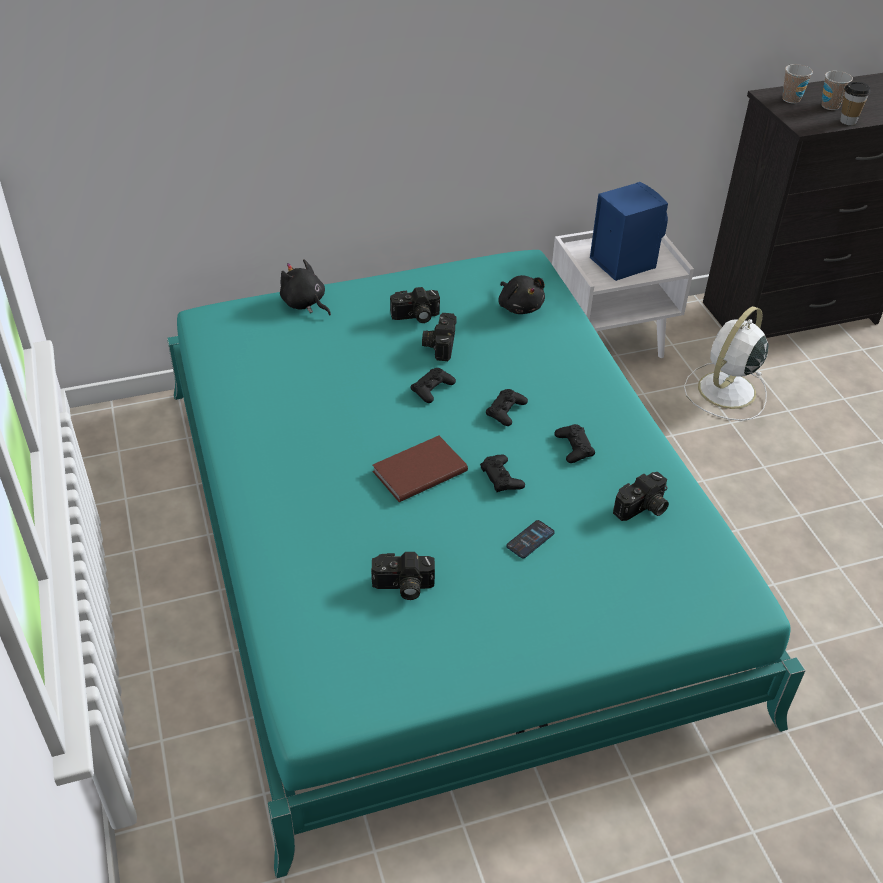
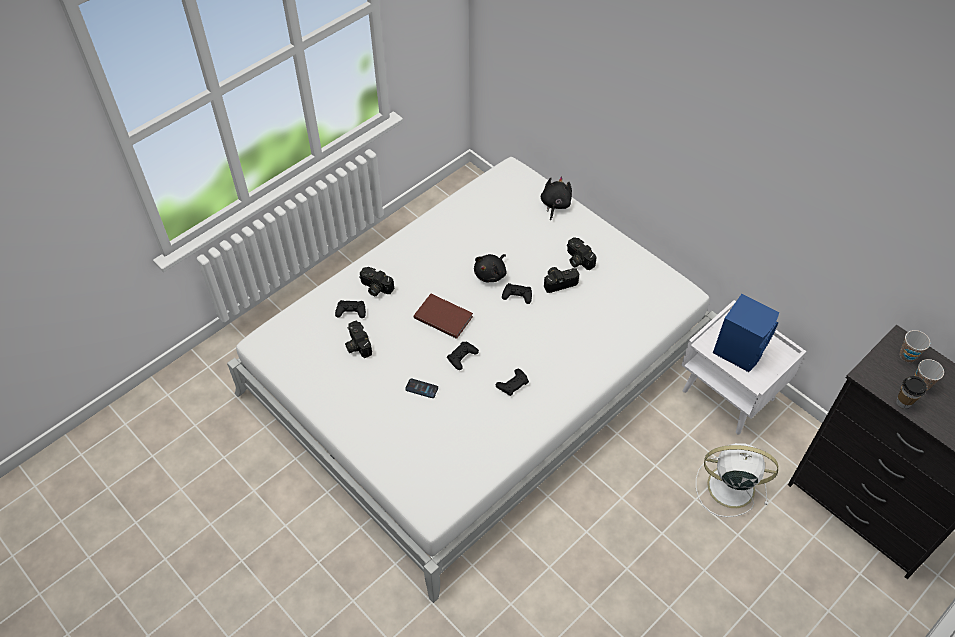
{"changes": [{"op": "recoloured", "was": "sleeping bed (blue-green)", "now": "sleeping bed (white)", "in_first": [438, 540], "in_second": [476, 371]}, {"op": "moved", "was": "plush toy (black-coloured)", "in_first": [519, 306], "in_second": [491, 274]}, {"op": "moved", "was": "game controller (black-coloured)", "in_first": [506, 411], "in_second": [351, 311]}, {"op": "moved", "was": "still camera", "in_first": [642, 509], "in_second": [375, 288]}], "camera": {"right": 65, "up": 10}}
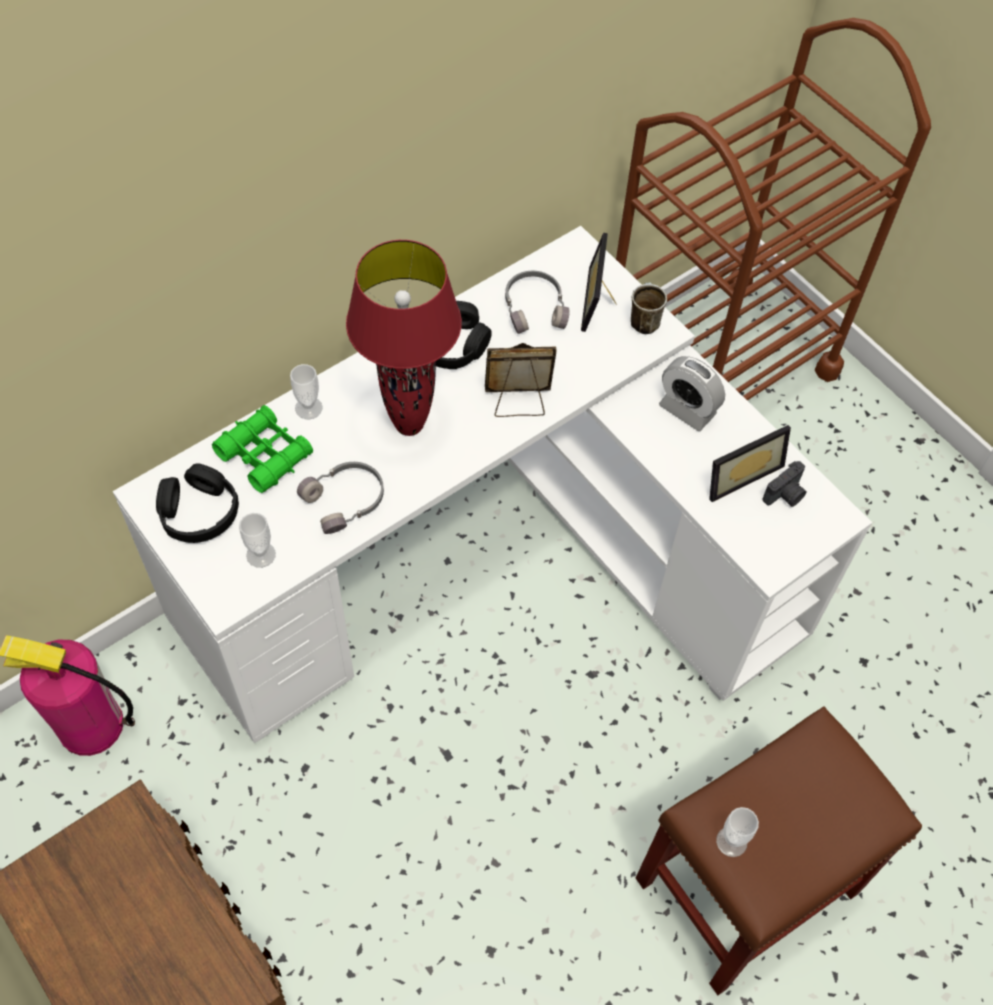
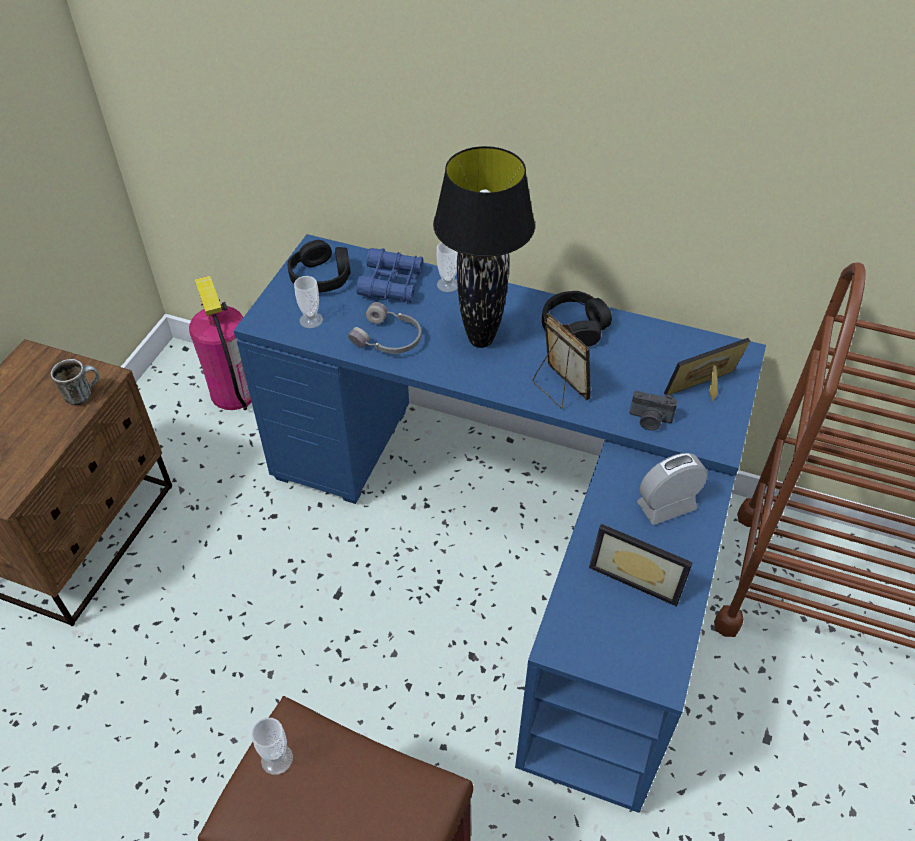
{"changes": [{"op": "recoloured", "was": "desk (white)", "now": "desk (blue)", "in_first": [493, 559], "in_second": [519, 536]}, {"op": "recoloured", "was": "table lamp (red)", "now": "table lamp (black-coloured)", "in_first": [409, 424], "in_second": [481, 339]}, {"op": "removed", "was": "headset (grey)", "in_first": [535, 307]}, {"op": "moved", "was": "coffee mug", "in_first": [643, 320], "in_second": [83, 394]}, {"op": "turned", "was": "bedside clock", "in_first": [687, 409], "in_second": [666, 506], "clockwise": 60}, {"op": "recoloured", "was": "binoculars (greenish)", "now": "binoculars (blue)", "in_first": [264, 455], "in_second": [391, 283]}, {"op": "moved", "was": "still camera", "in_first": [785, 495], "in_second": [650, 420]}], "camera": {"right": 60, "up": -10}}
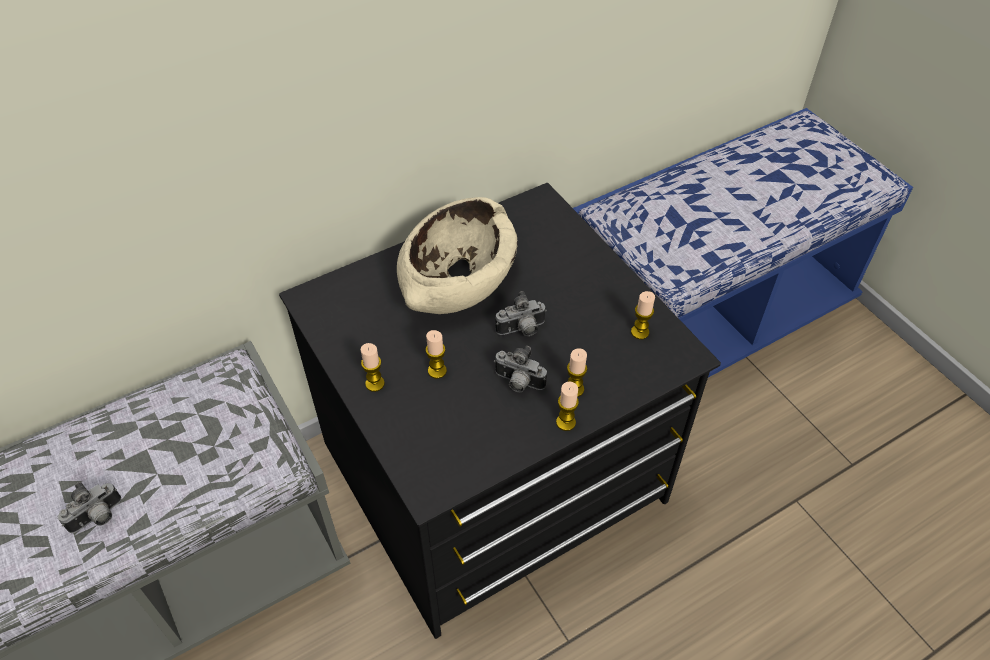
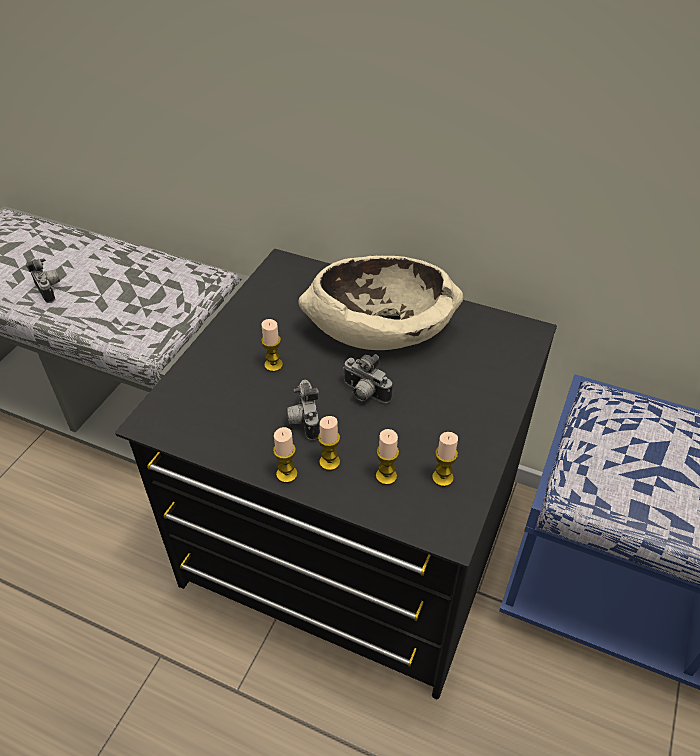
{"changes": [{"op": "moved", "was": "wax candle", "in_first": [375, 383], "in_second": [386, 476]}, {"op": "turned", "was": "still camera", "in_first": [98, 518], "in_second": [50, 290], "clockwise": -135}], "camera": {"right": 55, "up": -5}}
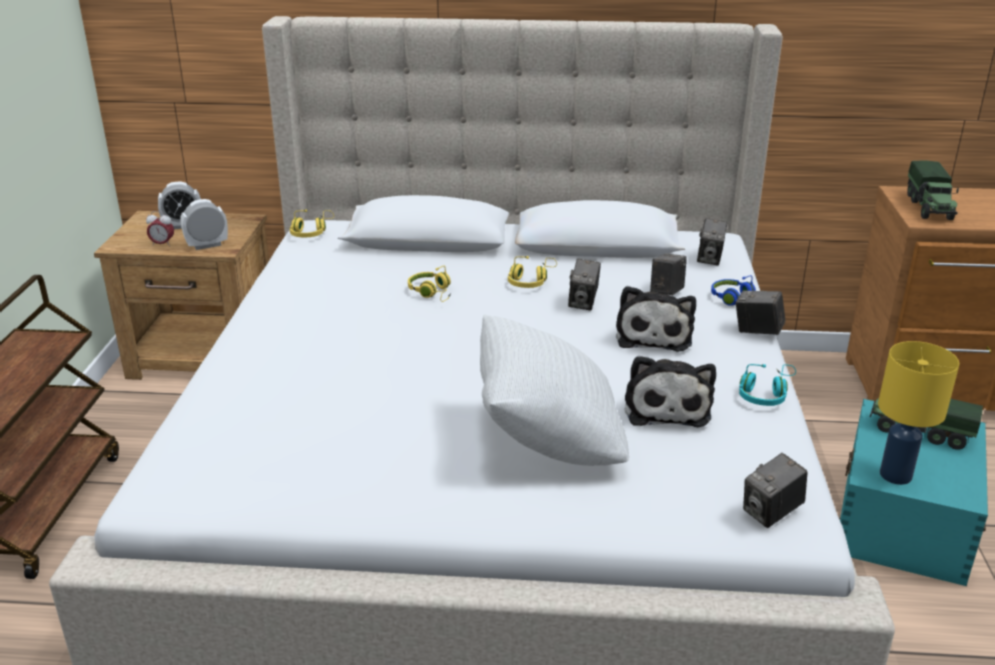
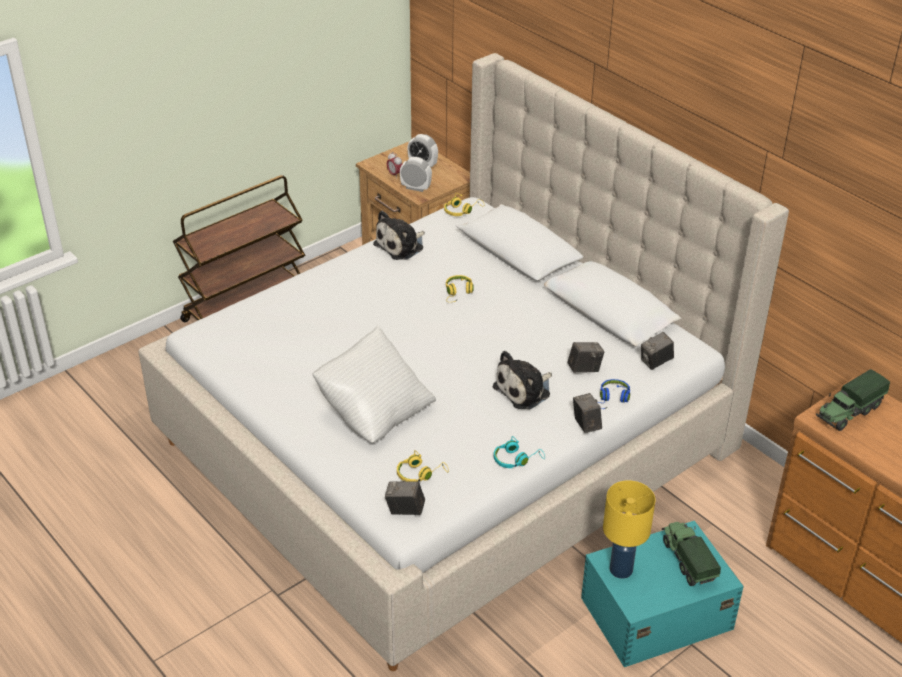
{"changes": [{"op": "moved", "was": "headset (yellowish)", "in_first": [531, 281], "in_second": [420, 474]}, {"op": "removed", "was": "still camera", "in_first": [583, 303]}, {"op": "moved", "was": "plush toy", "in_first": [666, 407], "in_second": [401, 246]}], "camera": {"right": 45, "up": 10}}
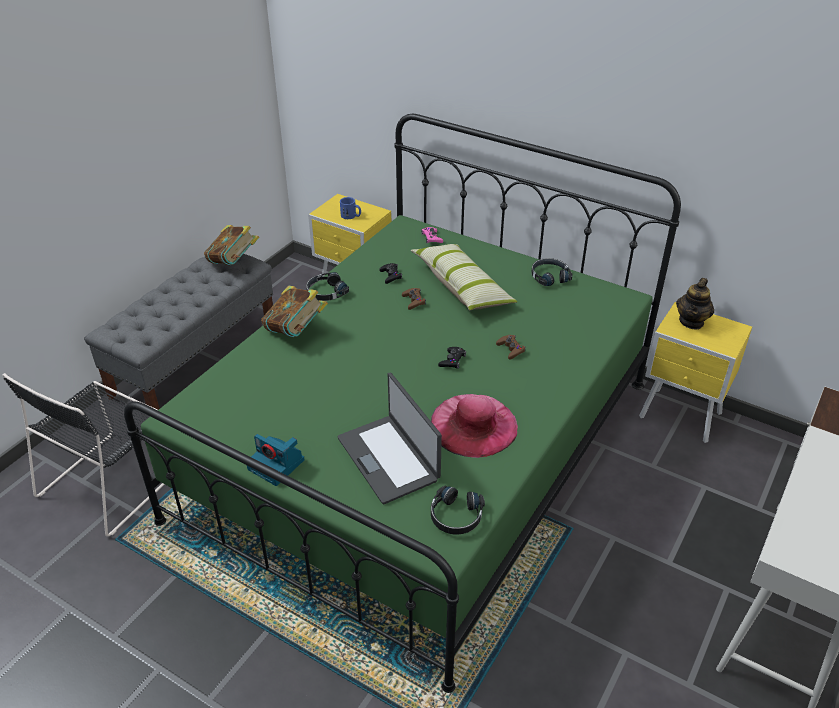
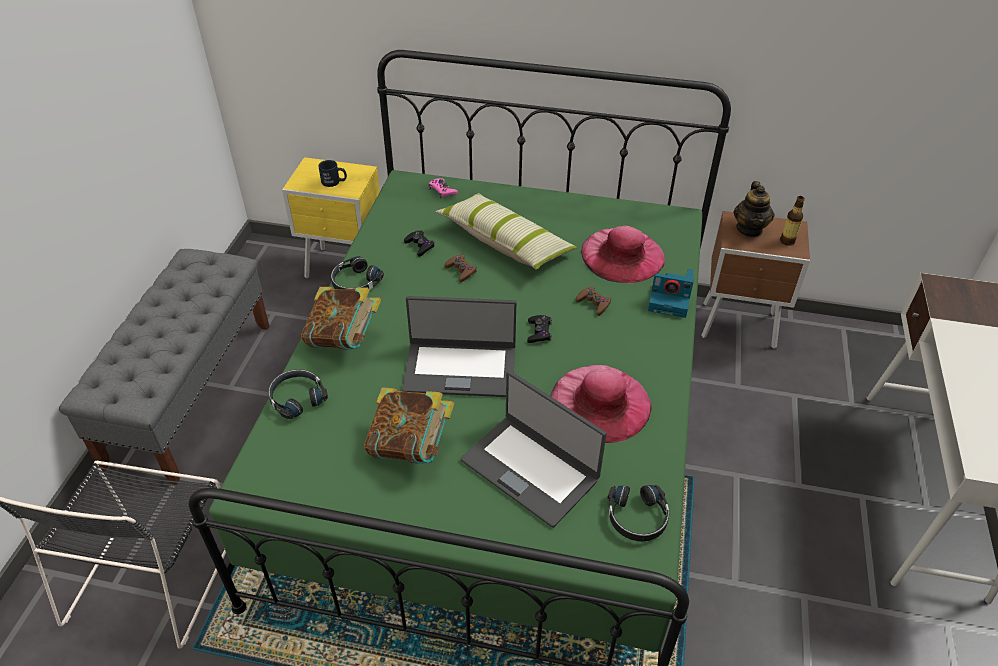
{"changes": [{"op": "recoloured", "was": "coffee mug (blue)", "now": "coffee mug (black-coloured)", "in_first": [351, 216], "in_second": [334, 182]}, {"op": "moved", "was": "book", "in_first": [234, 262], "in_second": [411, 446]}, {"op": "moved", "was": "headset (black-coloured)", "in_first": [549, 276], "in_second": [297, 398]}, {"op": "recoloured", "was": "night table (yellowish)", "now": "night table (brownish)", "in_first": [681, 417], "in_second": [740, 327]}, {"op": "moved", "was": "still camera", "in_first": [277, 465], "in_second": [670, 300]}, {"op": "added", "now": "bottle", "in_second": [787, 241]}, {"op": "added", "now": "clothing hat (pinkish)", "in_second": [622, 255]}, {"op": "added", "now": "laptop", "in_second": [460, 368]}], "camera": {"right": -20, "up": 5}}
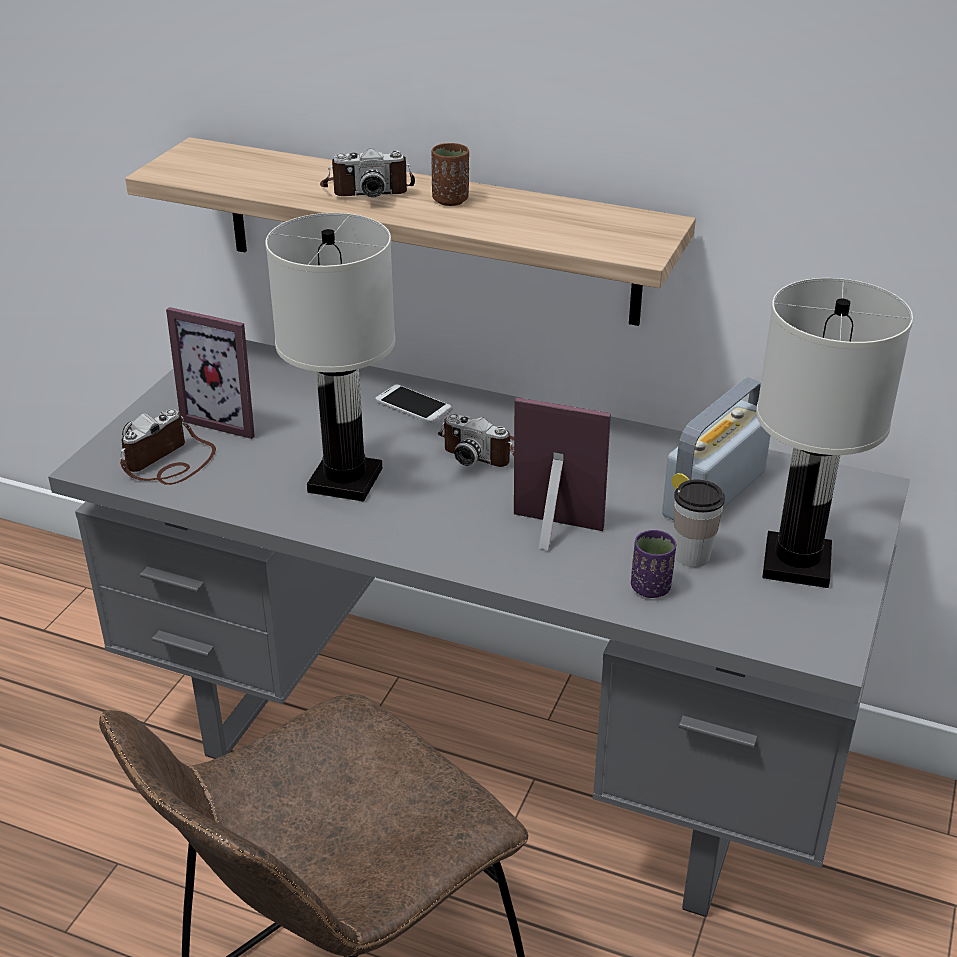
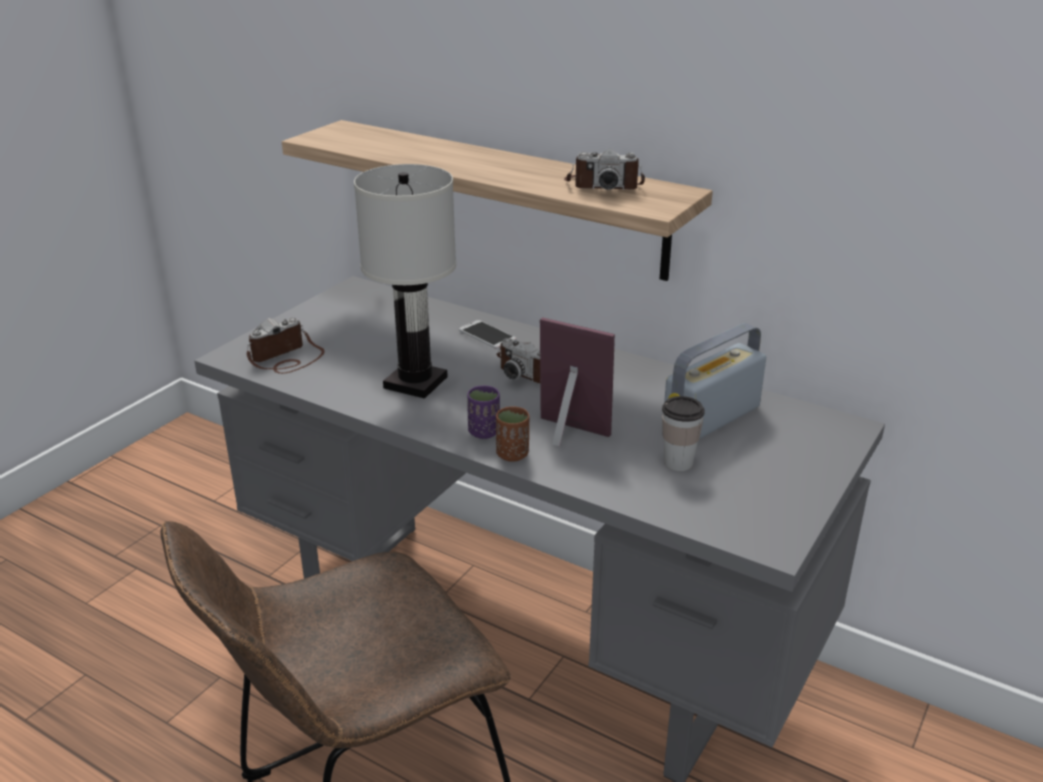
{"changes": [{"op": "moved", "was": "cup (brownish)", "in_first": [450, 200], "in_second": [512, 454]}, {"op": "moved", "was": "still camera", "in_first": [367, 189], "in_second": [603, 185]}, {"op": "removed", "was": "table lamp (white)", "in_first": [795, 564]}, {"op": "removed", "was": "picture frame", "in_first": [228, 418]}, {"op": "moved", "was": "cup (purple-coloured)", "in_first": [650, 588], "in_second": [484, 432]}], "camera": {"right": 10, "up": -5}}
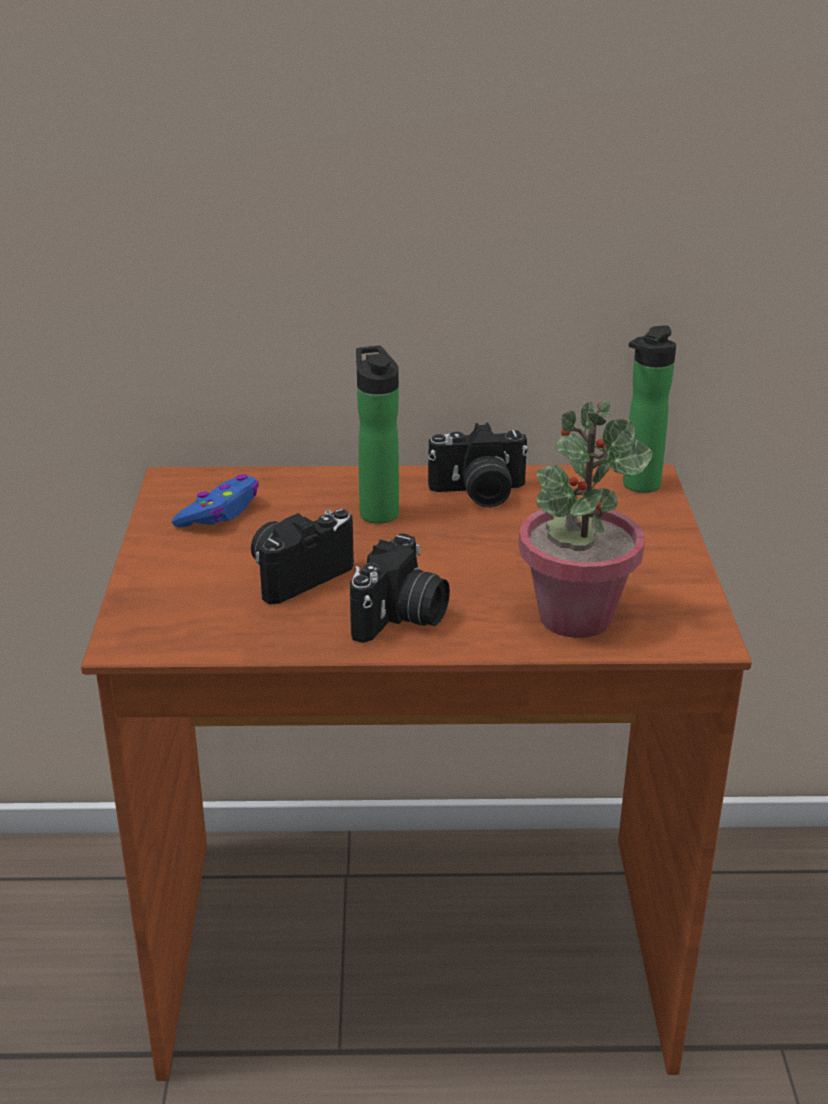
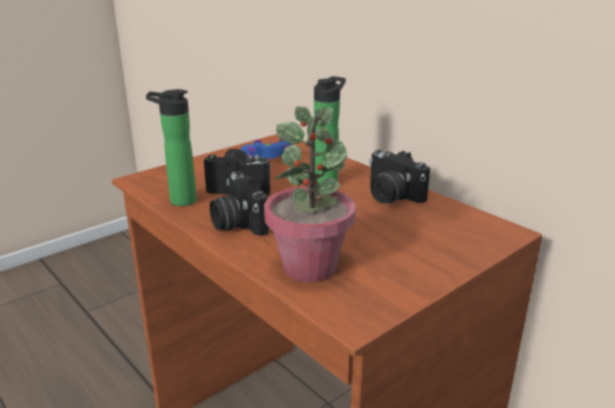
{"changes": [{"op": "moved", "was": "bottle", "in_first": [638, 487], "in_second": [179, 201]}, {"op": "turned", "was": "still camera", "in_first": [401, 618], "in_second": [237, 223], "clockwise": 75}], "camera": {"right": 50, "up": -5}}
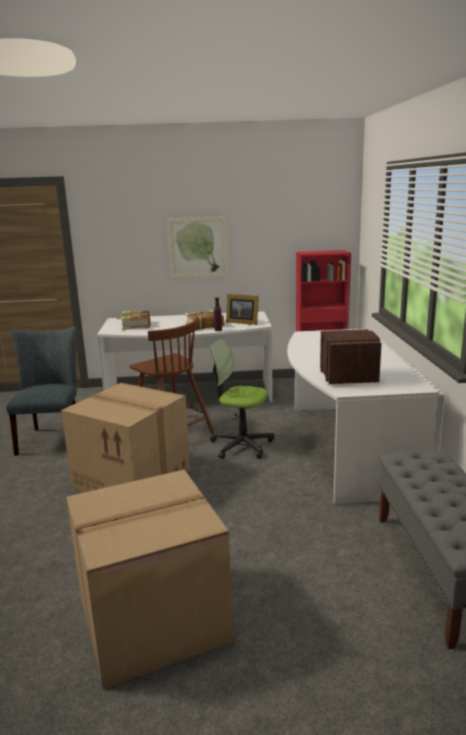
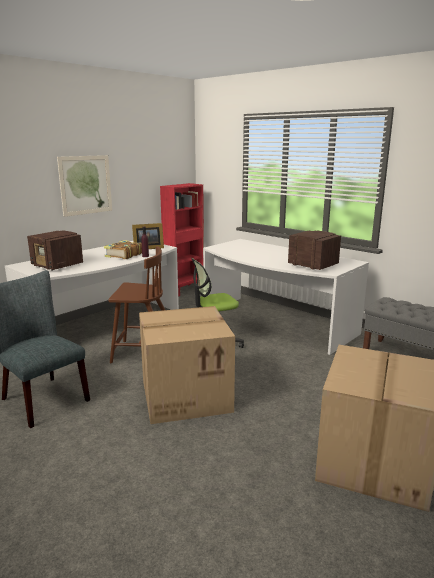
{"changes": [{"op": "replaced", "was": "book", "now": "radio set", "in_first": [135, 325], "in_second": [57, 266]}], "camera": {"right": -45, "up": 0}}
